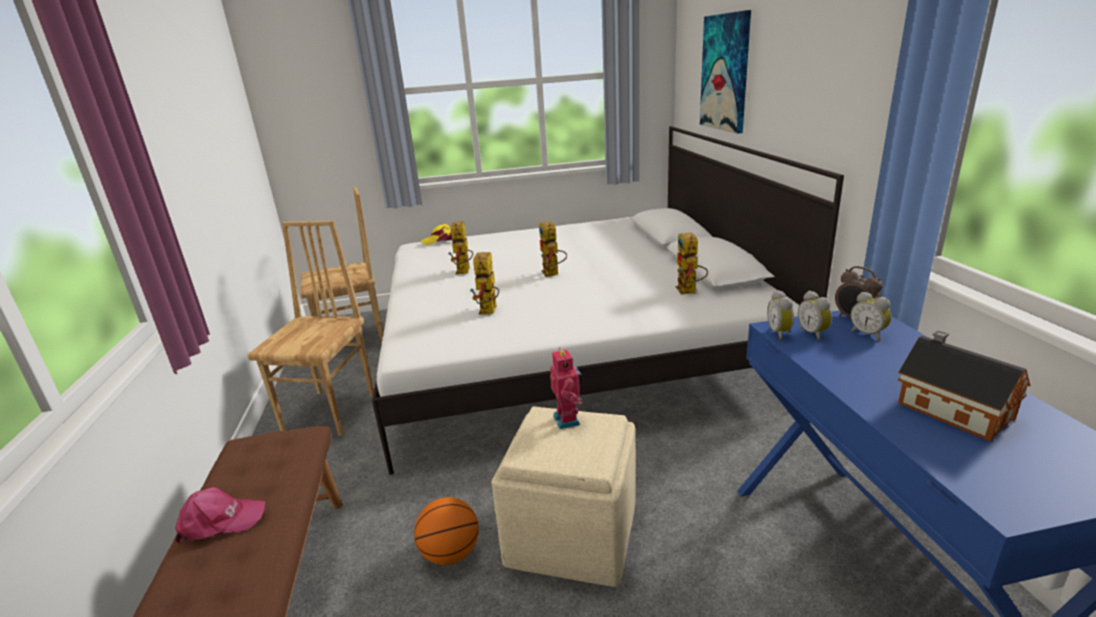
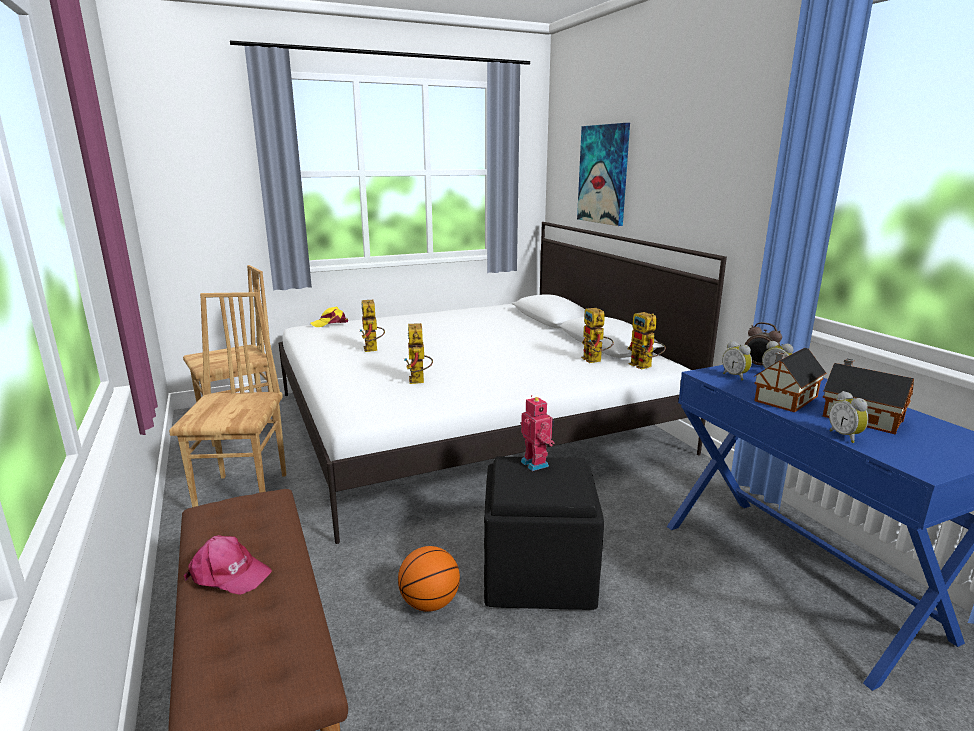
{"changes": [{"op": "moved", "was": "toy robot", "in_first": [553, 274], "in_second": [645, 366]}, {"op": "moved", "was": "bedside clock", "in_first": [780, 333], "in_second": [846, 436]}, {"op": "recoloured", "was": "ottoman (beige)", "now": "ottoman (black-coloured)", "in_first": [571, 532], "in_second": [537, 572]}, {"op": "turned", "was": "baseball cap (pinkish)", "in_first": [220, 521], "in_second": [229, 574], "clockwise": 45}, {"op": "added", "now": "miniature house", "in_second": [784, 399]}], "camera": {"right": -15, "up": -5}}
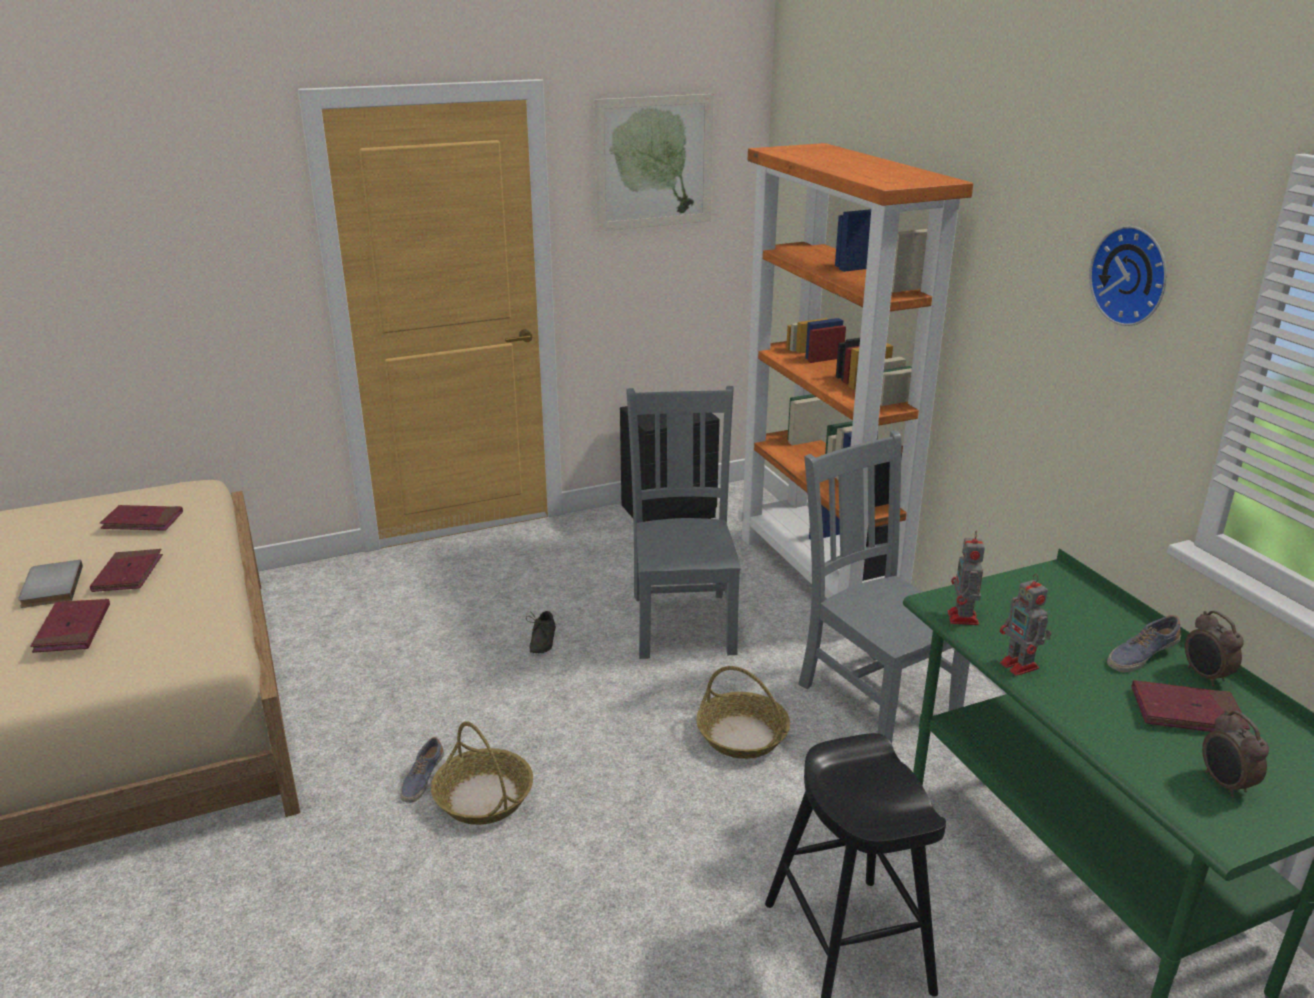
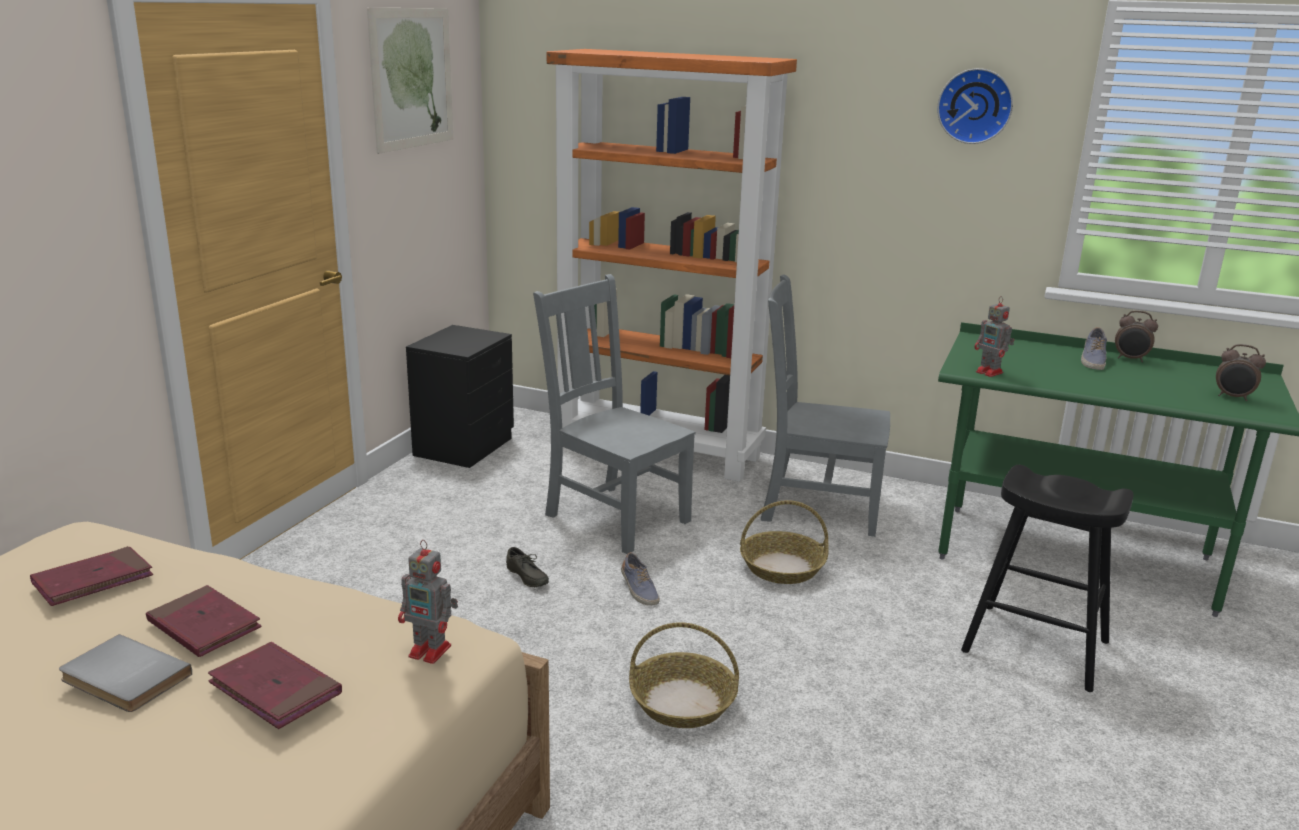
{"changes": [{"op": "moved", "was": "toy robot", "in_first": [1020, 666], "in_second": [432, 651]}, {"op": "removed", "was": "book (red)", "in_first": [1187, 713]}, {"op": "moved", "was": "low shoe", "in_first": [422, 779], "in_second": [638, 590]}], "camera": {"right": -45, "up": -5}}
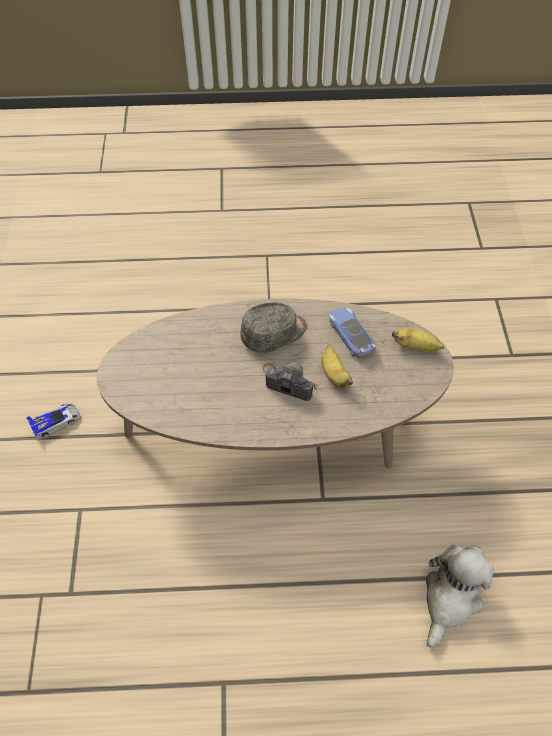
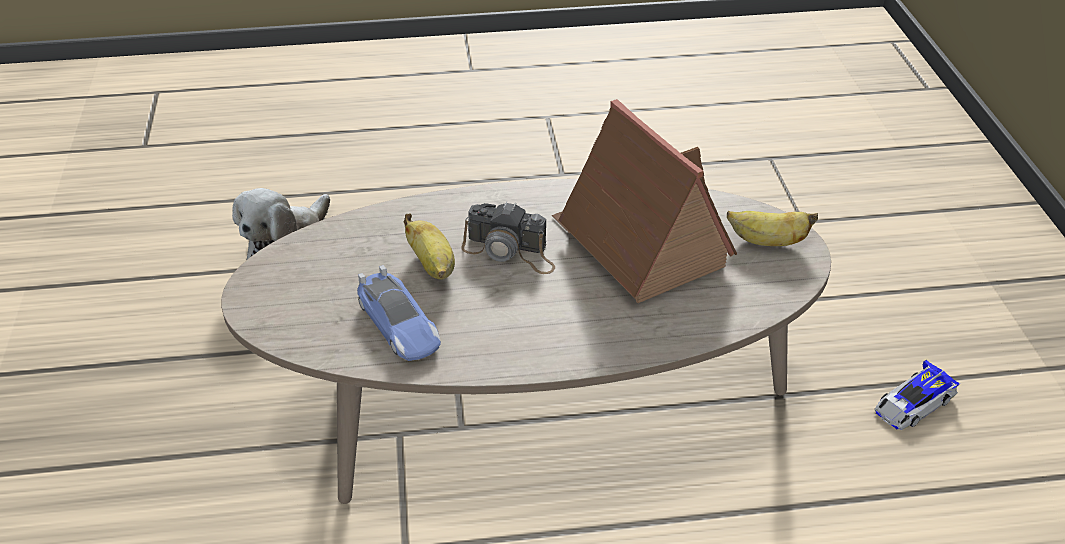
{"changes": [{"op": "removed", "was": "baseball cap (grey)", "in_first": [274, 334]}, {"op": "moved", "was": "banana", "in_first": [416, 346], "in_second": [767, 242]}, {"op": "added", "now": "miniature house", "in_second": [638, 243]}], "camera": {"right": 175, "up": -15}}
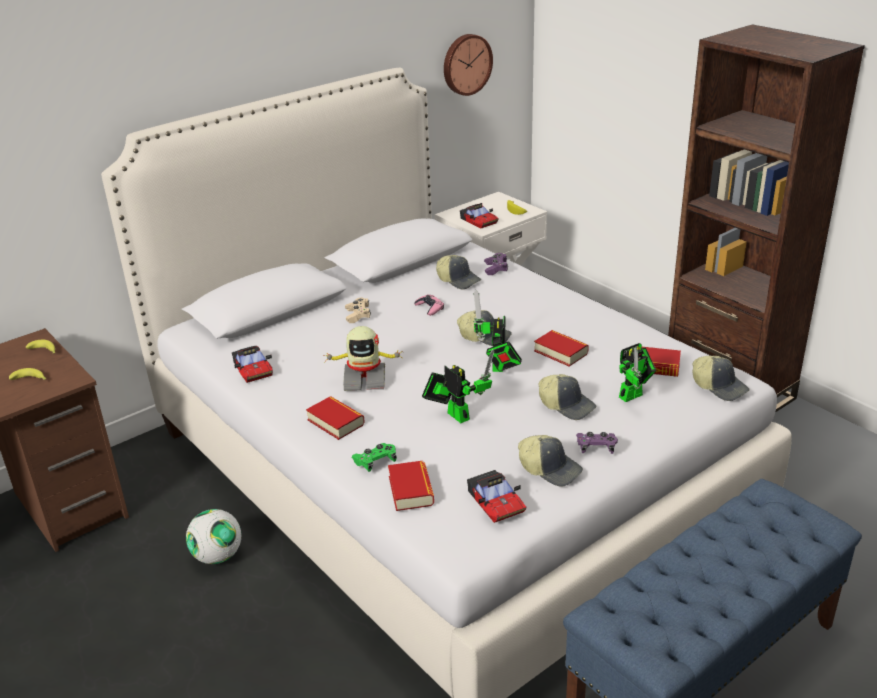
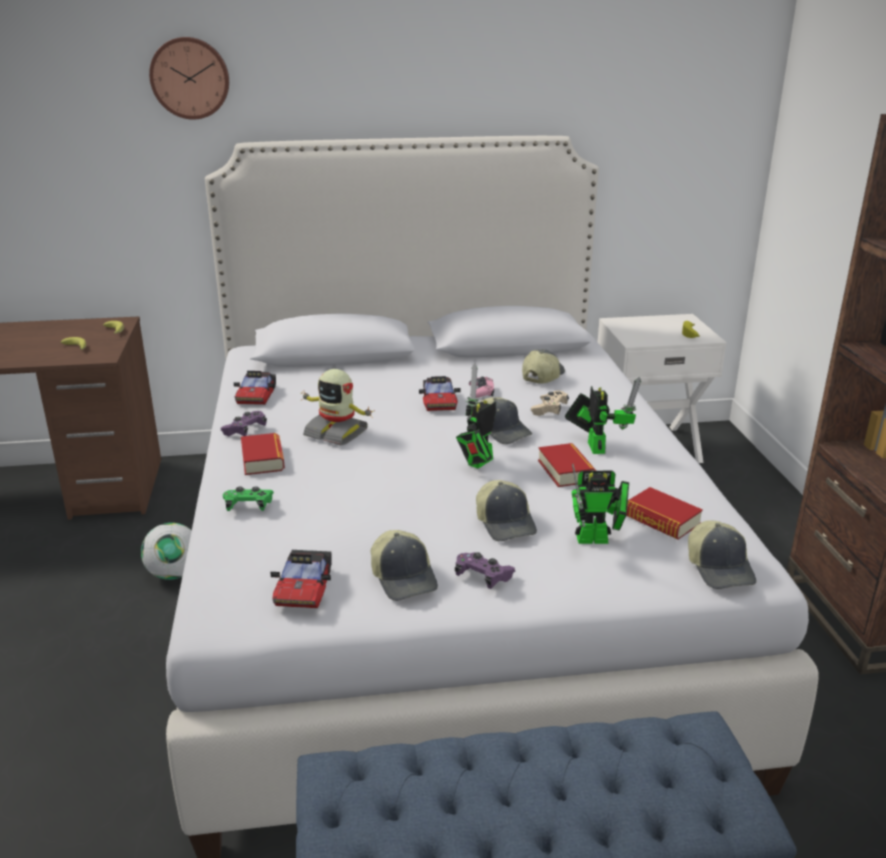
{"changes": [{"op": "moved", "was": "hanging clock", "in_first": [466, 64], "in_second": [190, 78]}, {"op": "moved", "was": "toy car", "in_first": [479, 221], "in_second": [439, 401]}, {"op": "moved", "was": "game controller (purple-coloured)", "in_first": [496, 269], "in_second": [245, 431]}, {"op": "turned", "was": "baseball cap", "in_first": [458, 280], "in_second": [542, 375], "clockwise": -135}, {"op": "moved", "was": "game controller (beige)", "in_first": [358, 315], "in_second": [549, 410]}, {"op": "moved", "was": "toy robot", "in_first": [456, 414], "in_second": [595, 446]}, {"op": "removed", "was": "book", "in_first": [411, 490]}], "camera": {"right": 30, "up": -5}}
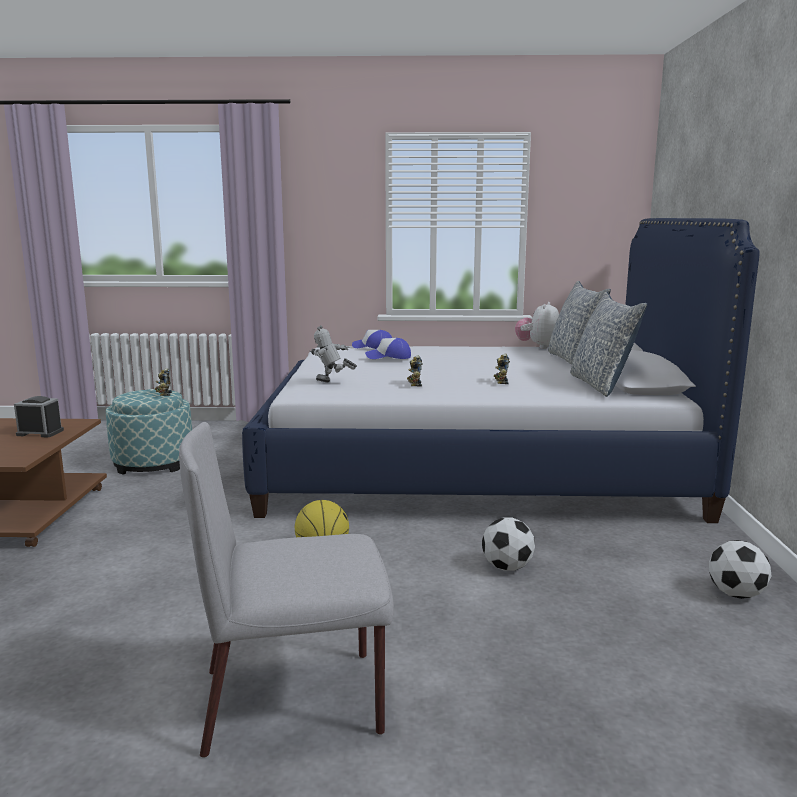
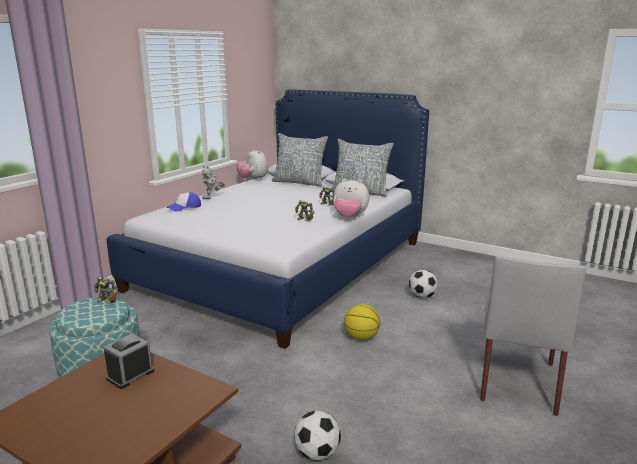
{"changes": [{"op": "moved", "was": "toy robot", "in_first": [332, 383], "in_second": [213, 198]}, {"op": "removed", "was": "baseball cap", "in_first": [389, 357]}, {"op": "moved", "was": "football", "in_first": [736, 594], "in_second": [317, 453]}, {"op": "added", "now": "plush toy", "in_second": [349, 217]}], "camera": {"right": -60, "up": 5}}
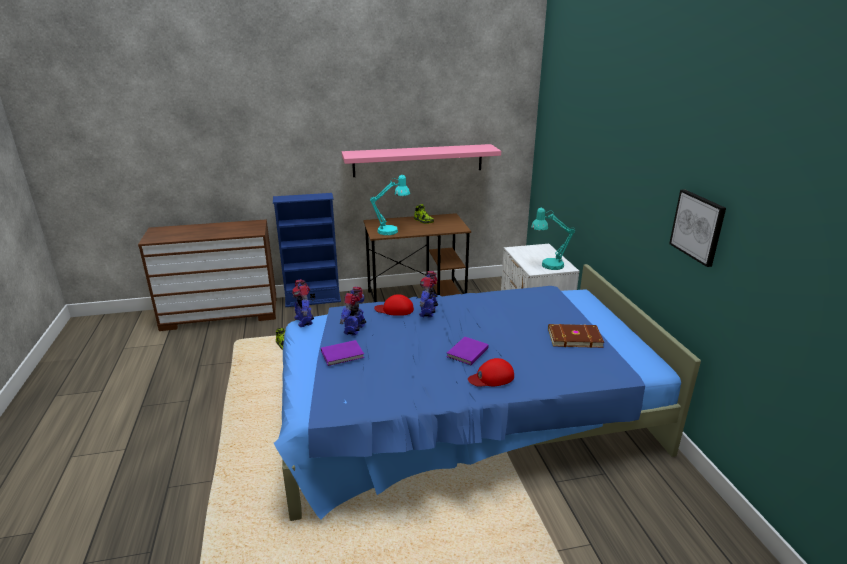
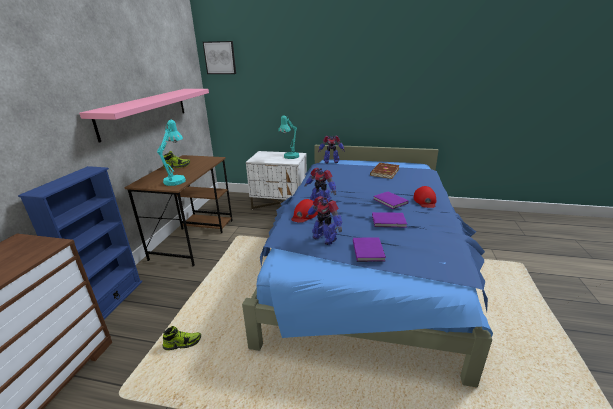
{"changes": [{"op": "moved", "was": "picture", "in_first": [698, 227], "in_second": [220, 58]}, {"op": "moved", "was": "toy robot", "in_first": [304, 321], "in_second": [331, 161]}, {"op": "added", "now": "book (purple-coloured)", "in_second": [389, 221]}], "camera": {"right": -65, "up": 0}}
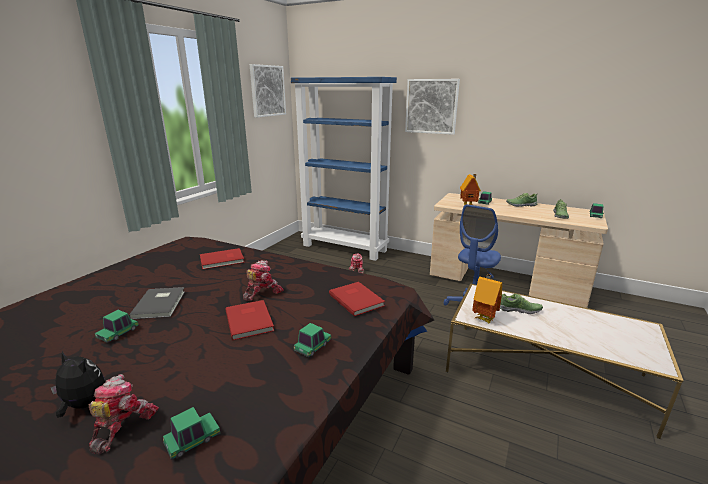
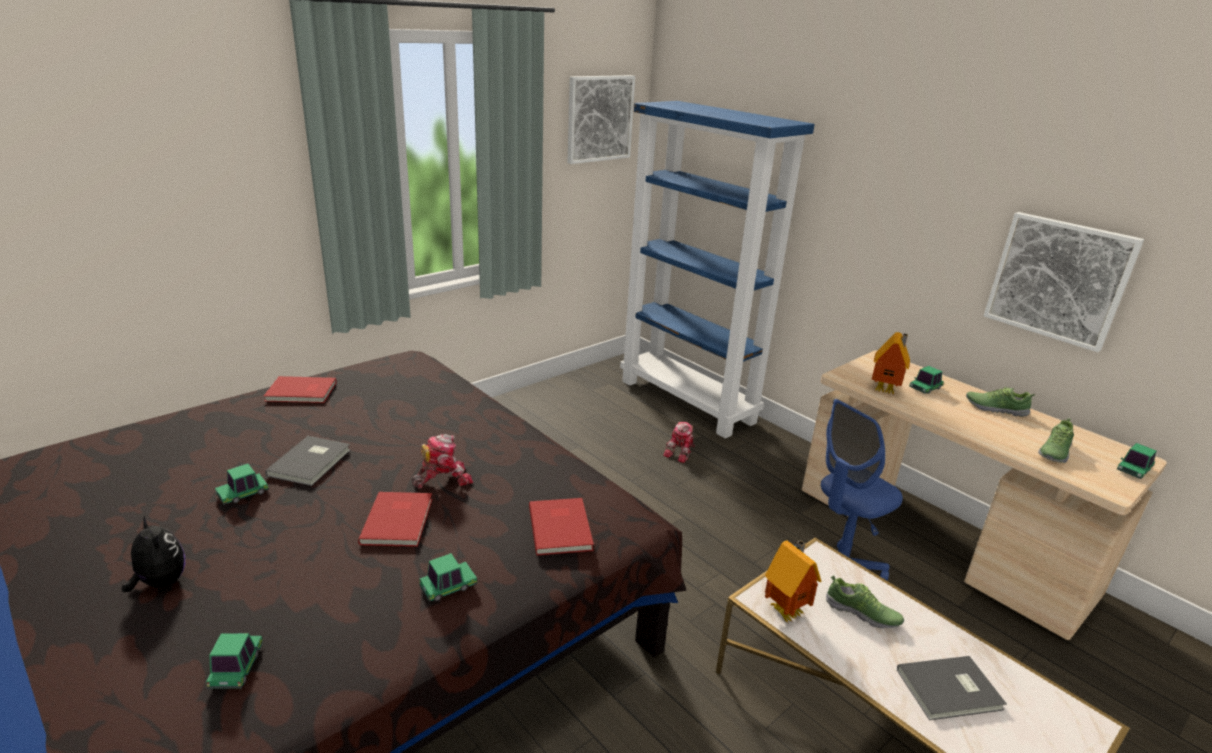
{"changes": [{"op": "moved", "was": "picture", "in_first": [431, 106], "in_second": [1058, 280]}, {"op": "moved", "was": "book (red)", "in_first": [223, 260], "in_second": [302, 392]}, {"op": "removed", "was": "toy robot", "in_first": [122, 426]}, {"op": "turned", "was": "toy car", "in_first": [192, 440], "in_second": [237, 667], "clockwise": -75}, {"op": "added", "now": "book (grey)", "in_second": [951, 691]}], "camera": {"right": 20, "up": 5}}
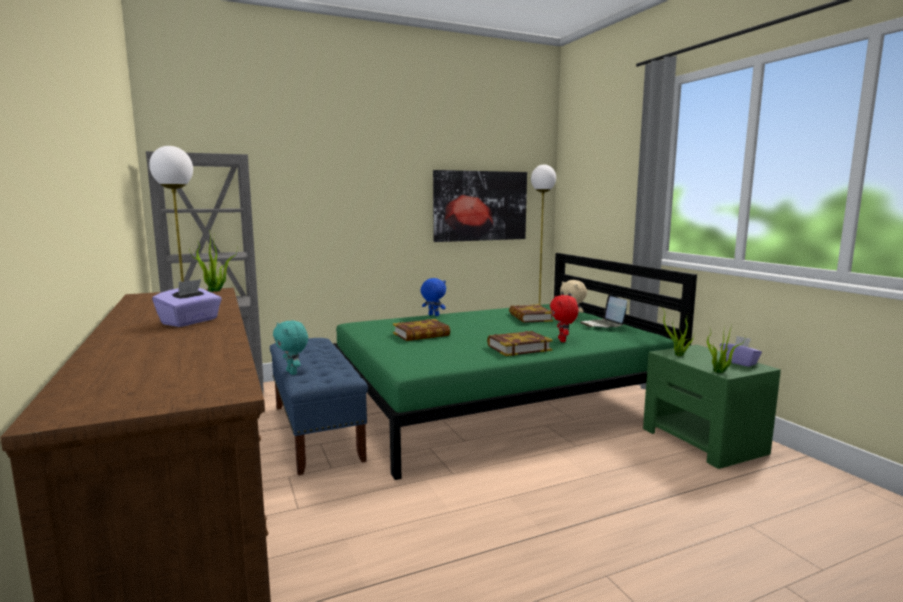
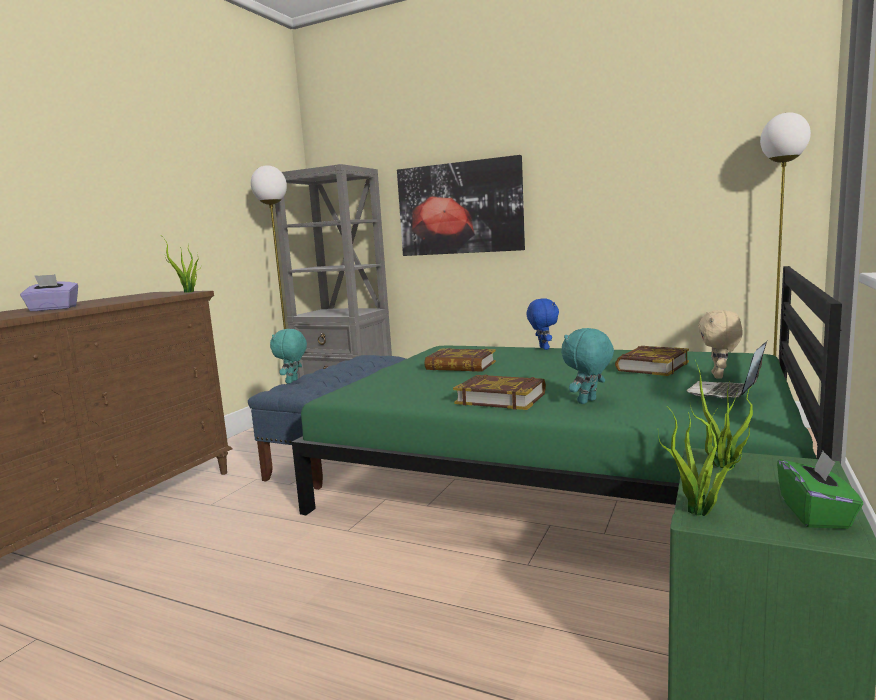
{"changes": [{"op": "moved", "was": "picture", "in_first": [480, 206], "in_second": [460, 208]}, {"op": "recoloured", "was": "plush toy (red)", "now": "plush toy (blue-green)", "in_first": [563, 340], "in_second": [588, 402]}, {"op": "recoloured", "was": "box of tissues (purple-coloured)", "now": "box of tissues (greenish)", "in_first": [739, 362], "in_second": [815, 514]}], "camera": {"right": 50, "up": 0}}
